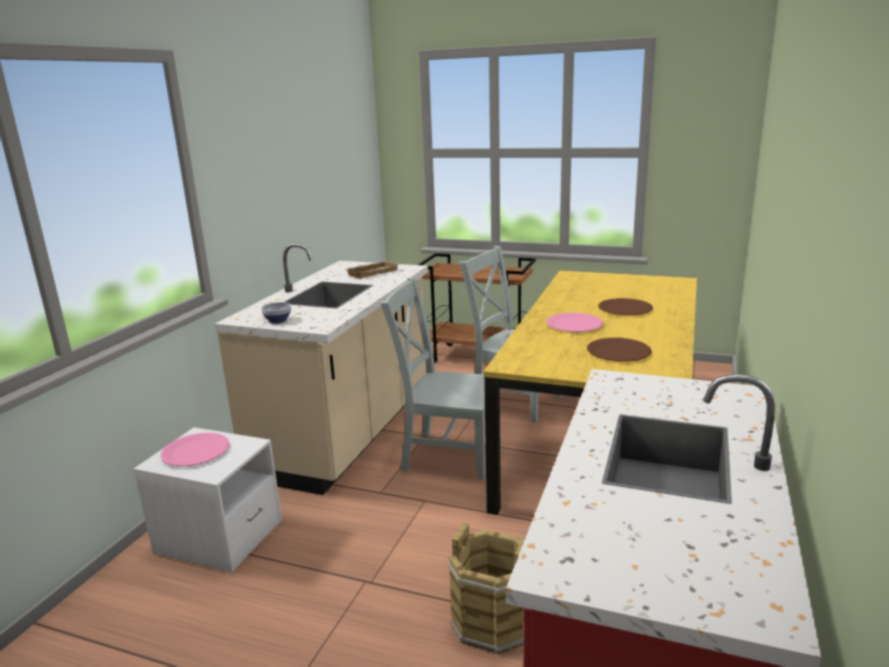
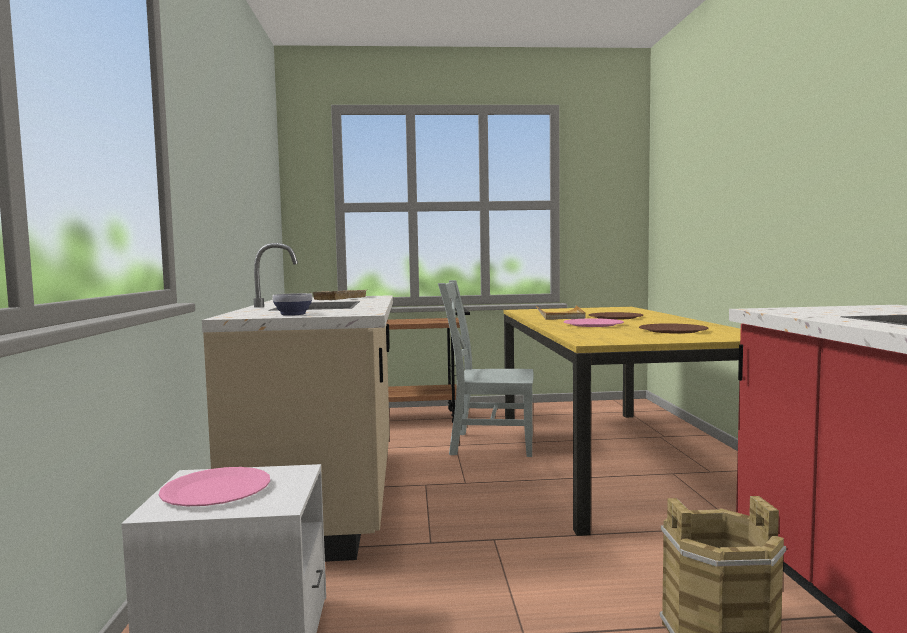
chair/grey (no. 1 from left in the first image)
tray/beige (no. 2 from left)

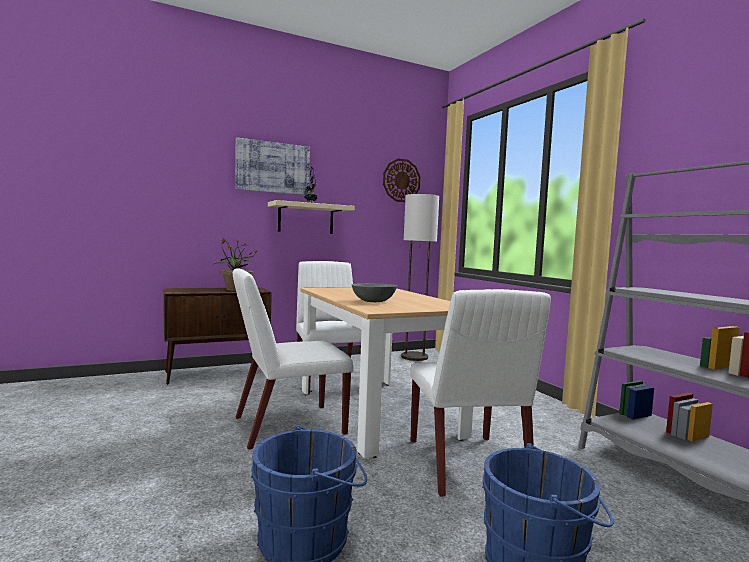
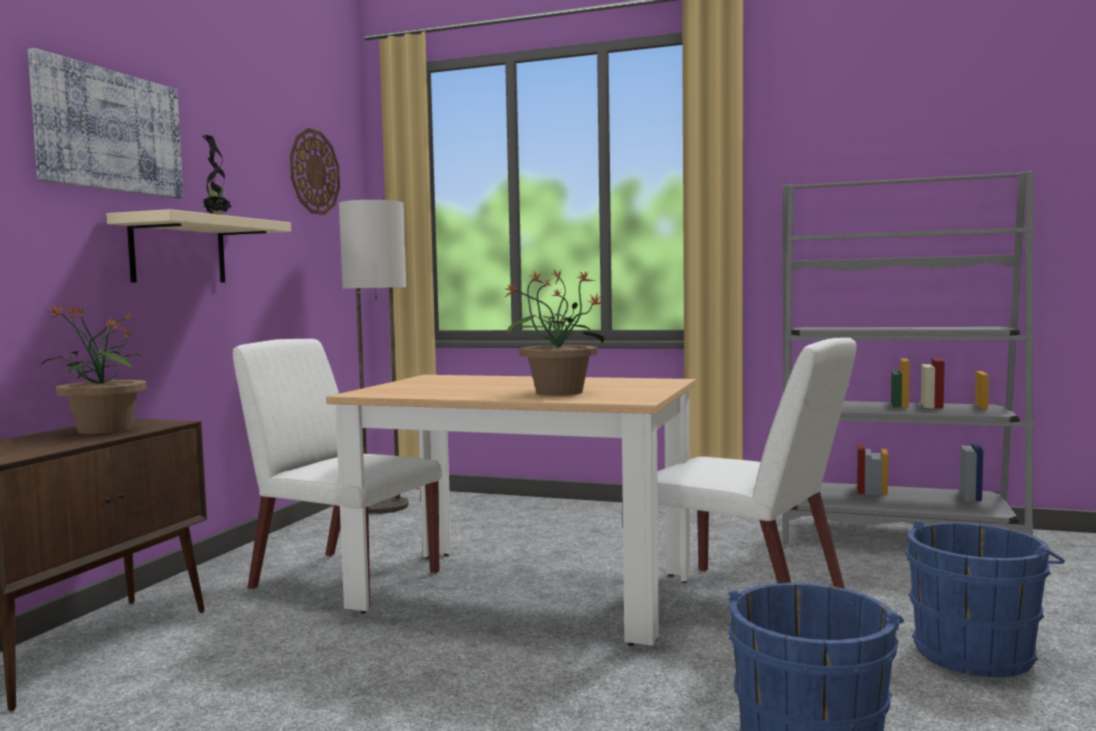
chair/white (no. 1 from left in the first image)
potted plant (no. 3 from left)

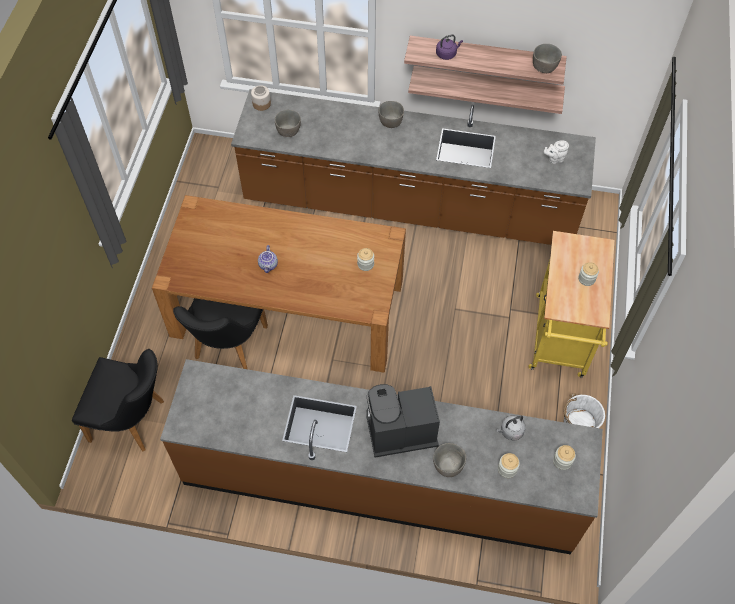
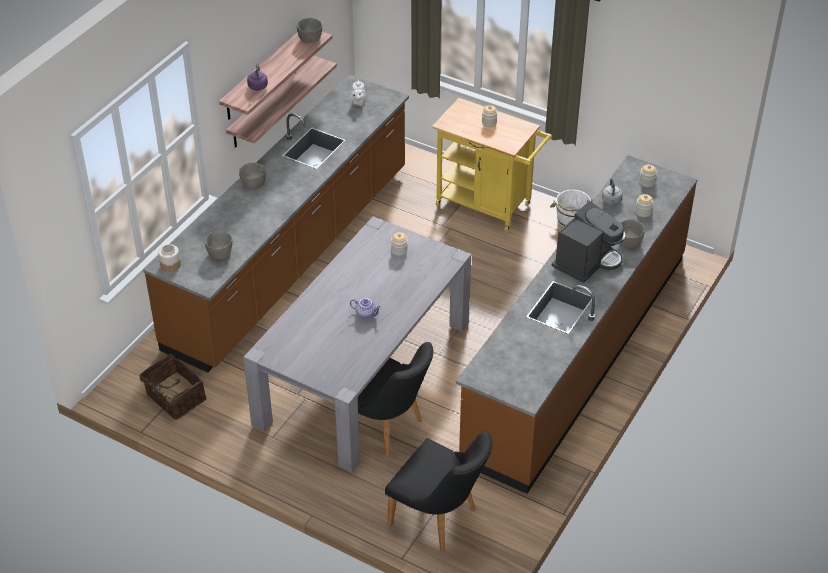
chair/black (no. 2 from left)
dining table/grey
coffee machine
basket

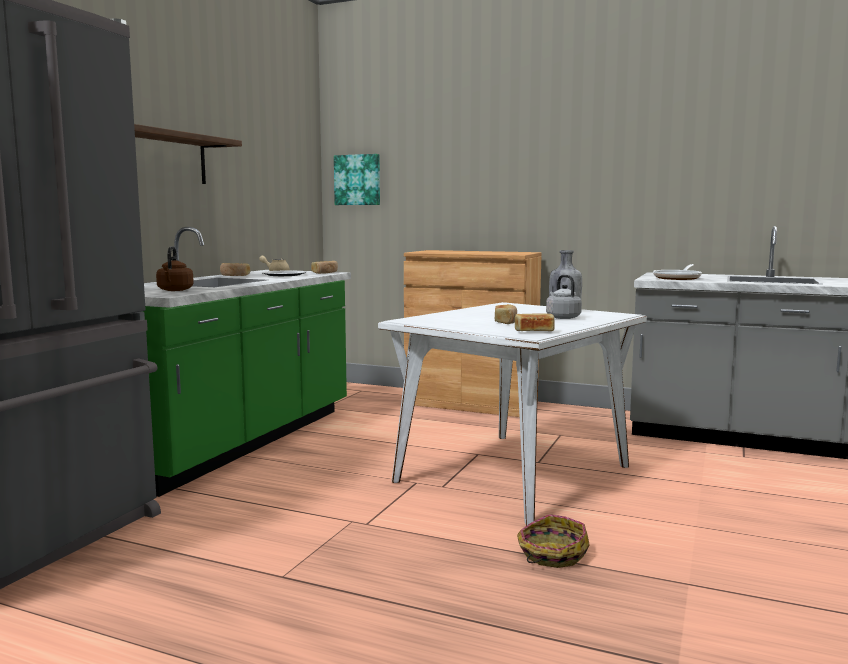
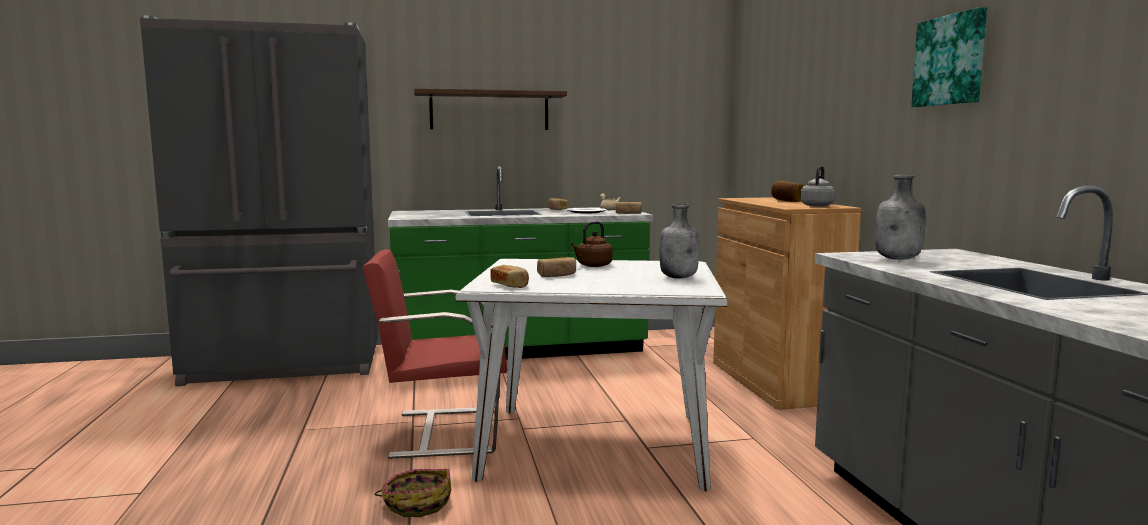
kettle/brown
picture
kettle/grey
bottle/grey (no. 2 from left)
chair/red
bread (no. 5 from left)

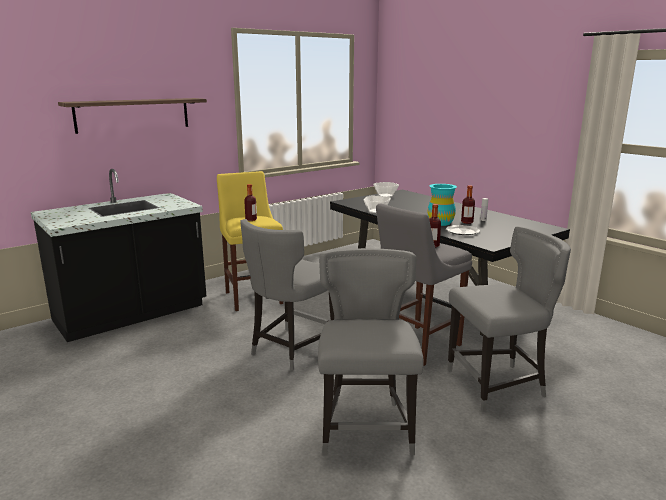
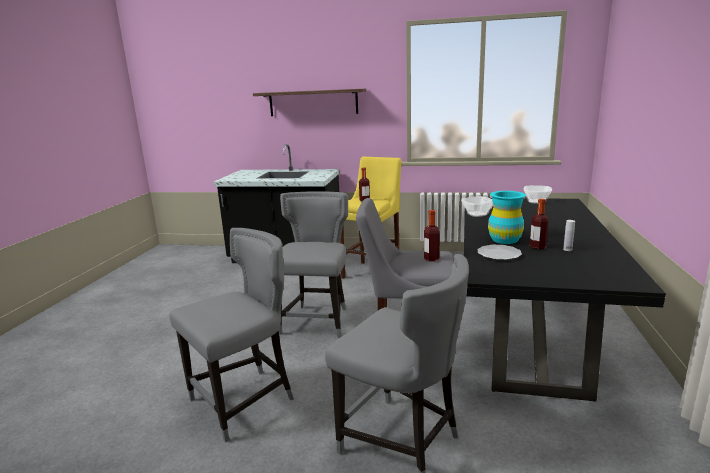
chair/grey (no. 2 from left)

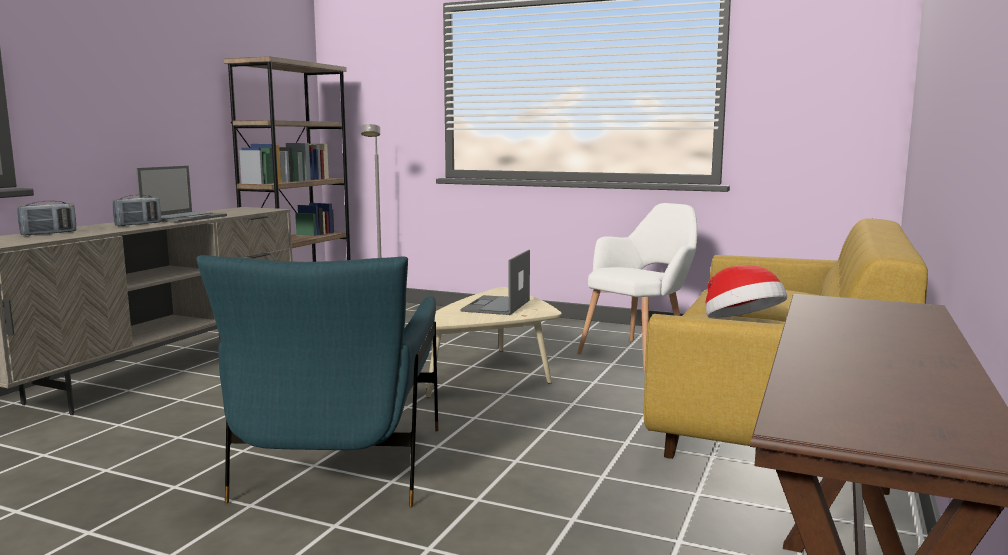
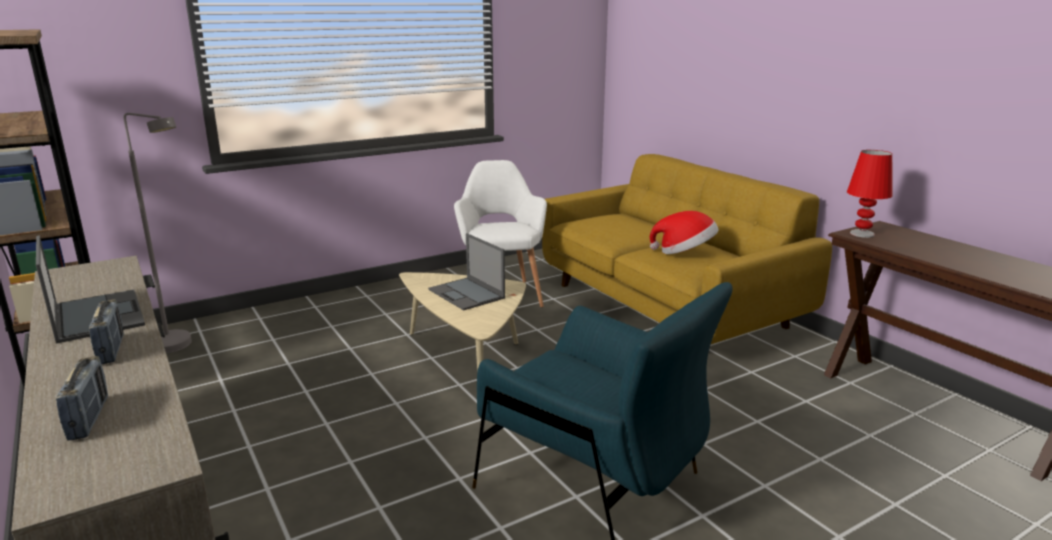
table lamp/red

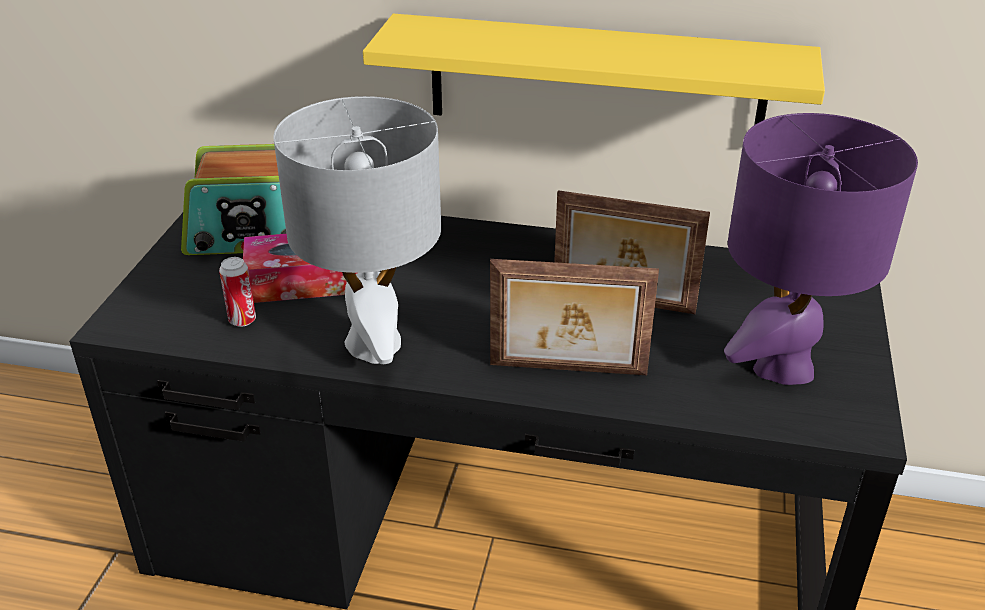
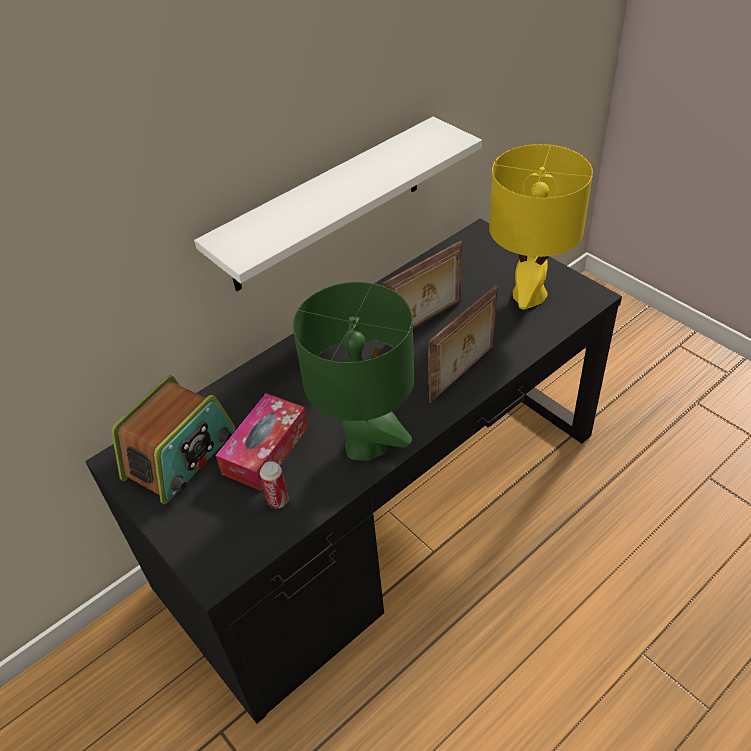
table lamp/green
shelf/white
table lamp/yellow

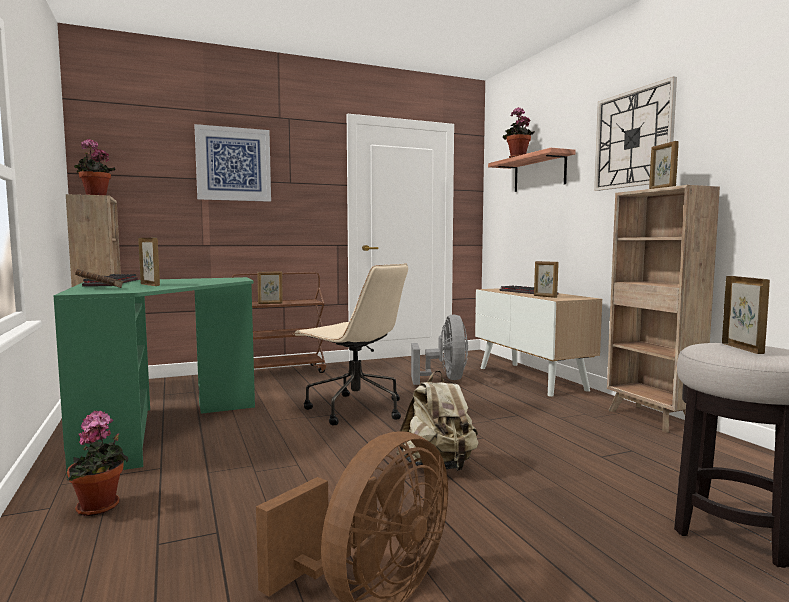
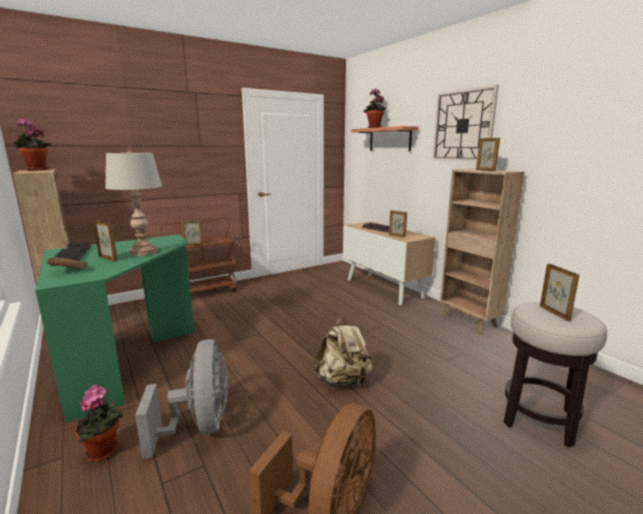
picture
office chair/beige
fan/grey
table lamp/grey

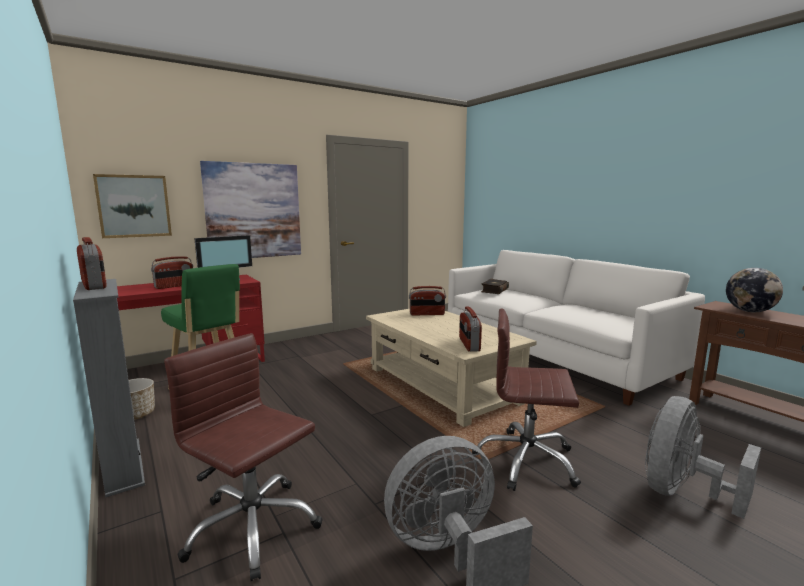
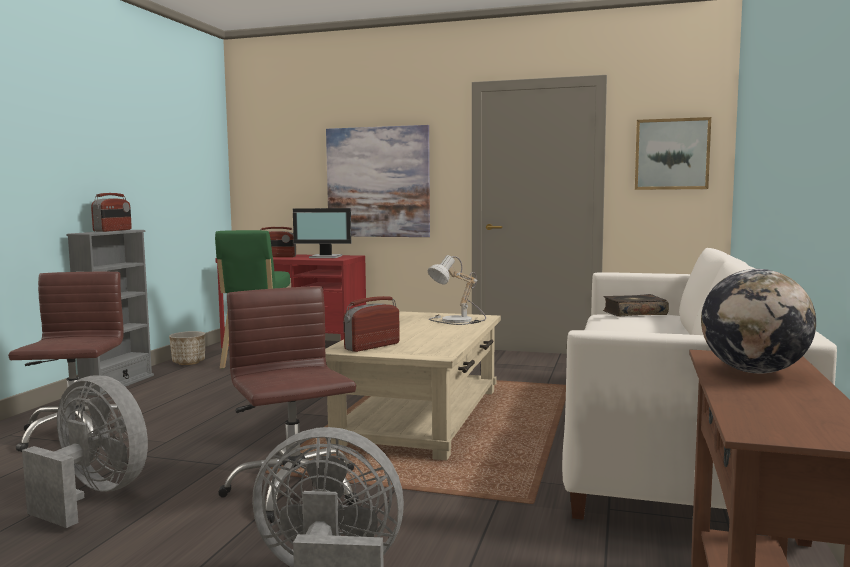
picture (no. 2 from left)
table lamp

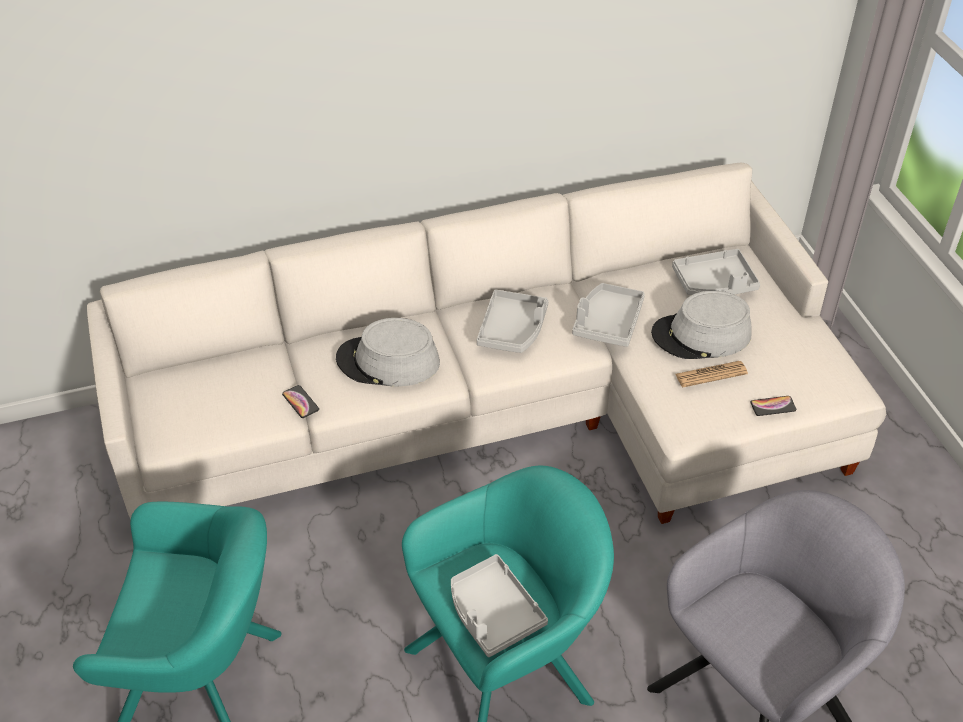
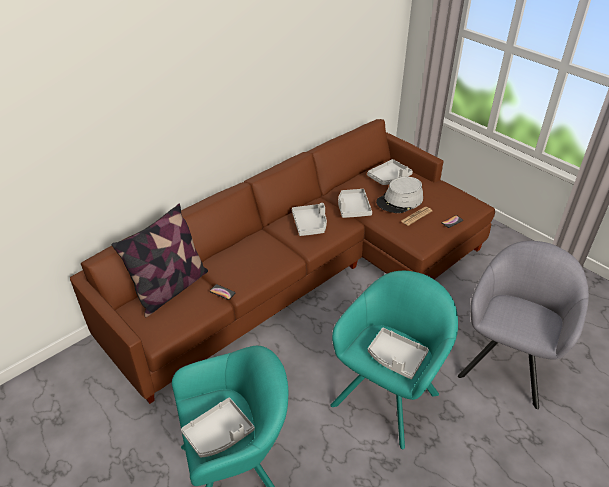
sofa/brown
hat/grey (no. 1 from left in the first image)
pillow
tray/grey (no. 1 from left)

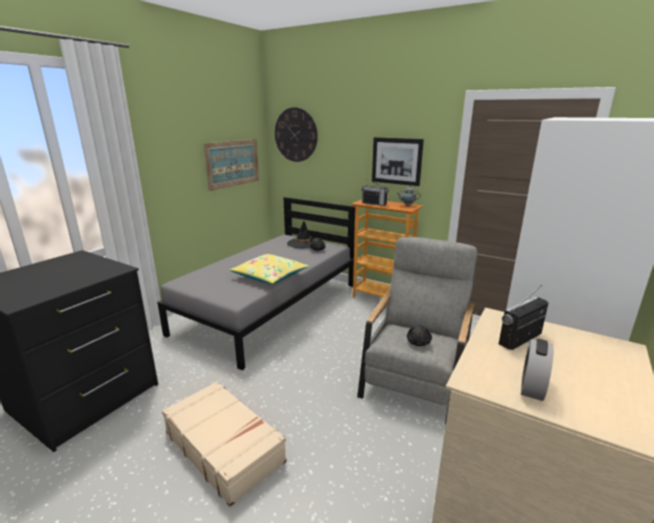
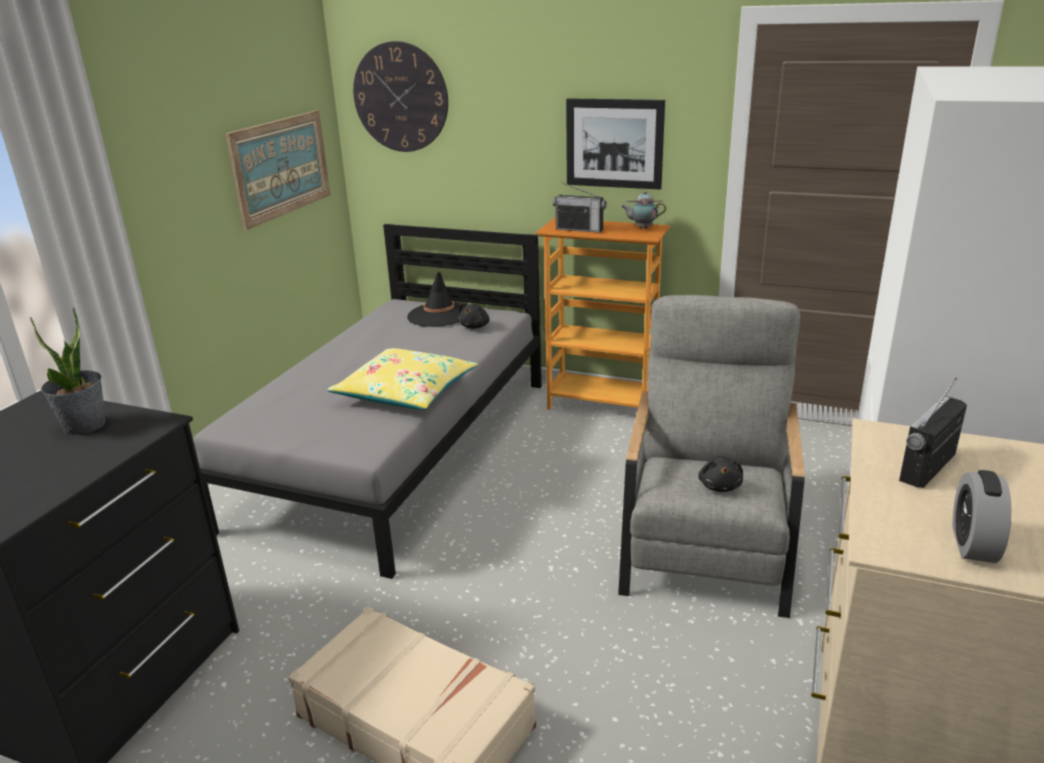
potted plant

